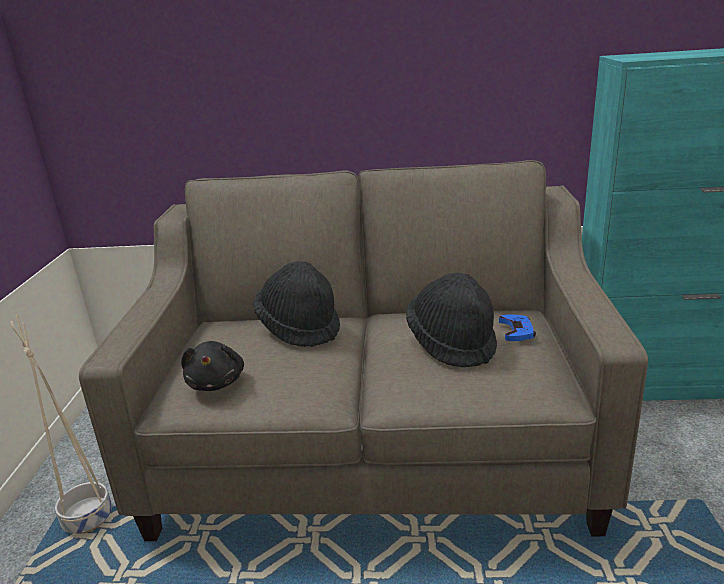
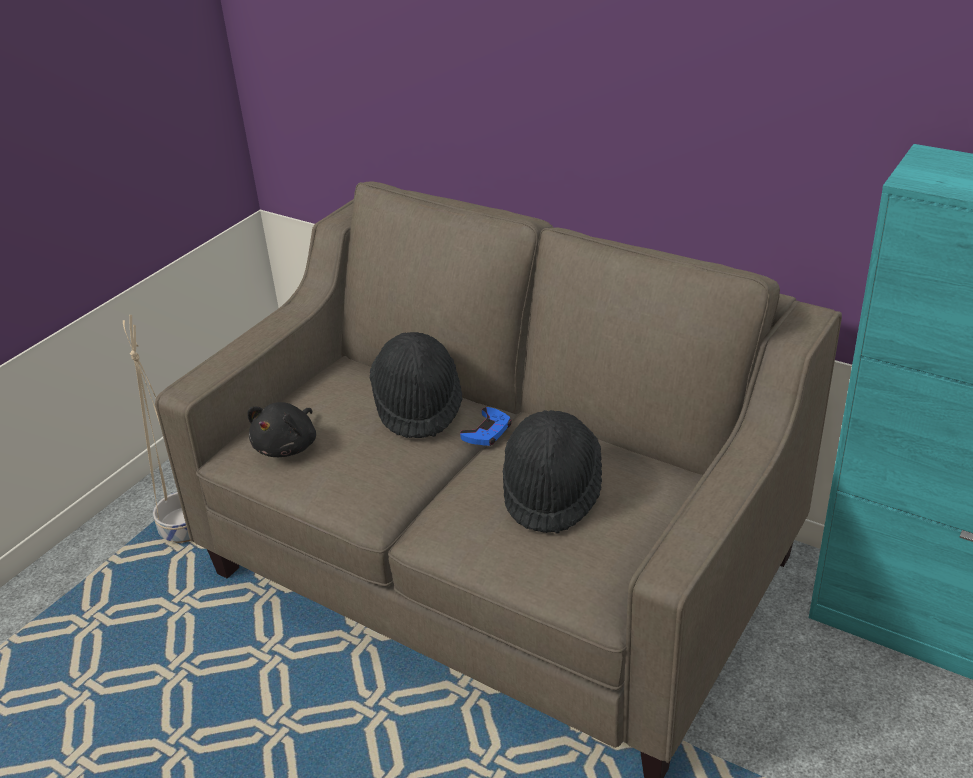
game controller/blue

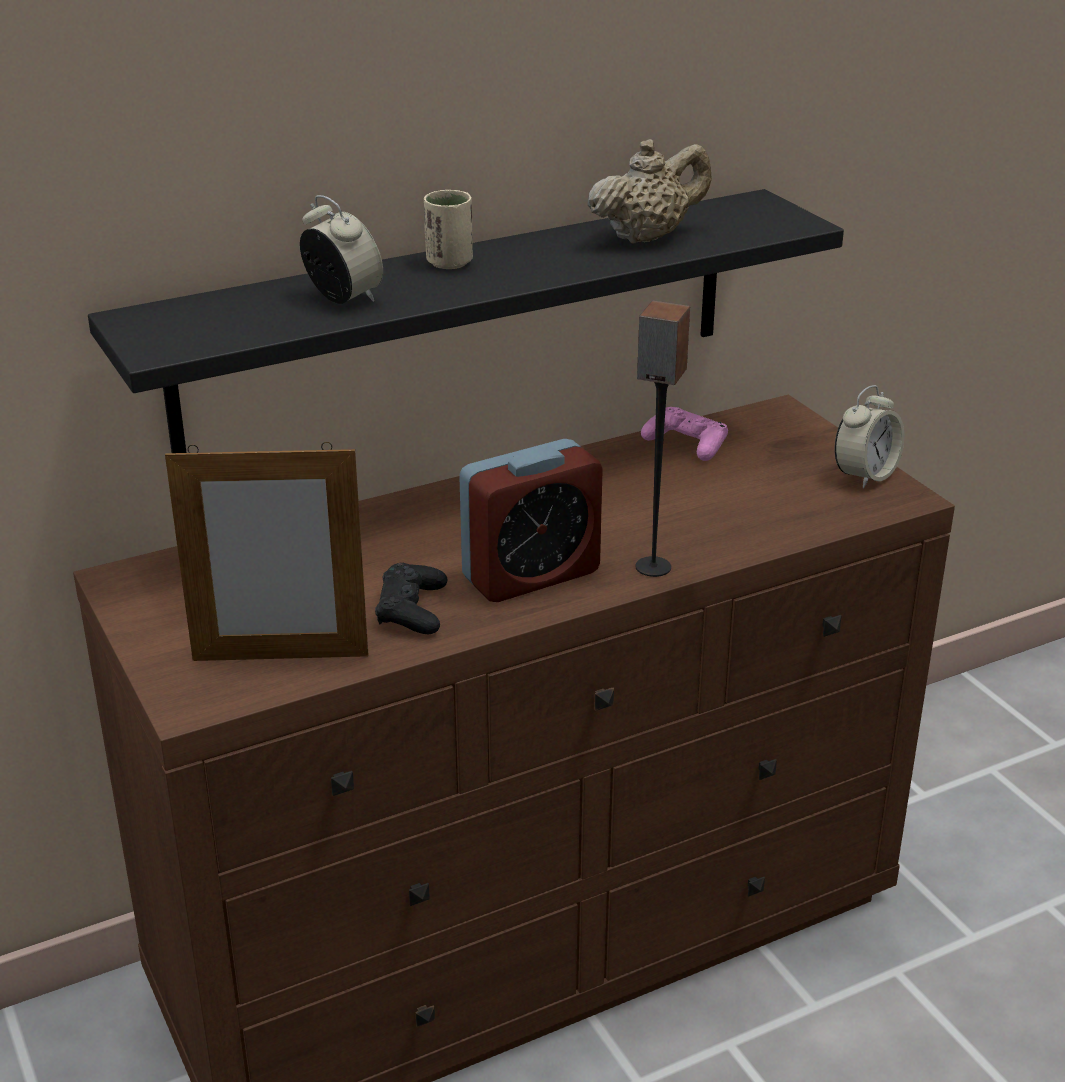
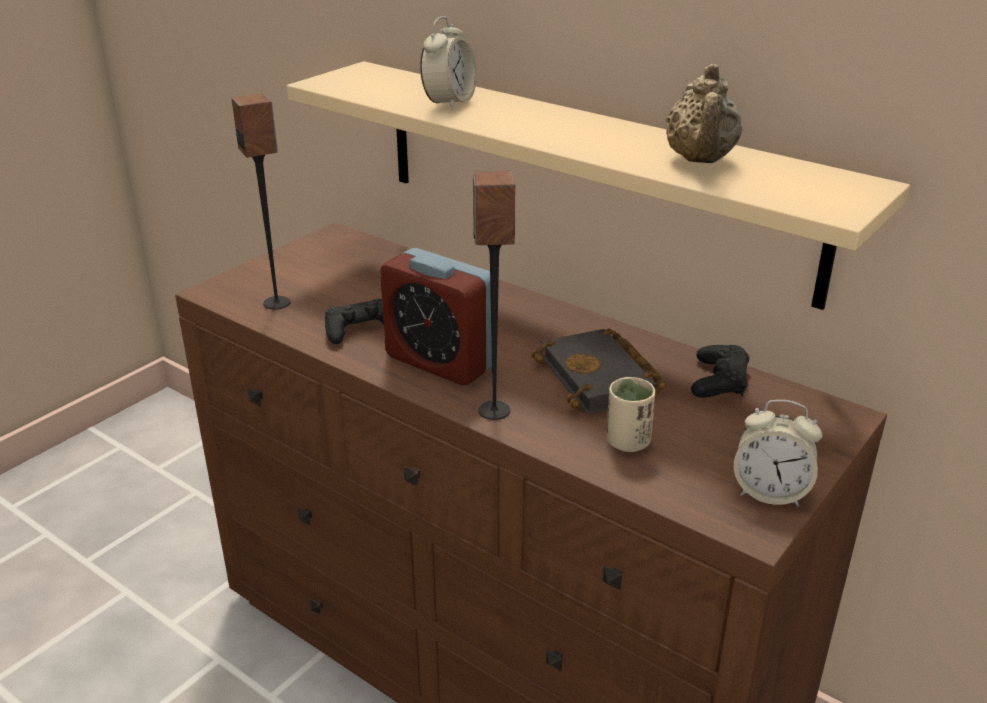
shelf/beige
speaker (no. 1 from left)
cup/beige
teapot/beige
game controller/black (no. 2 from left)
book/black

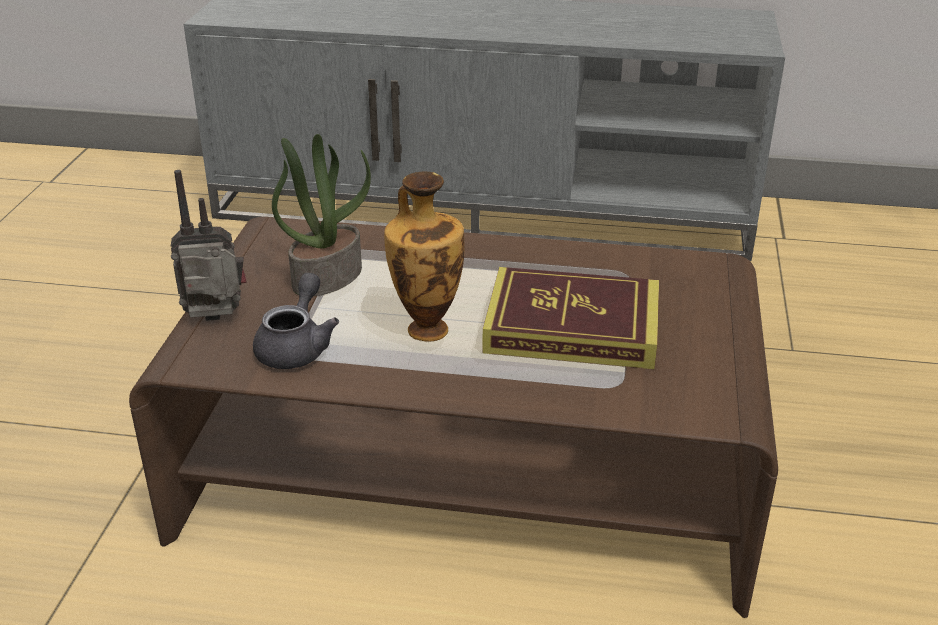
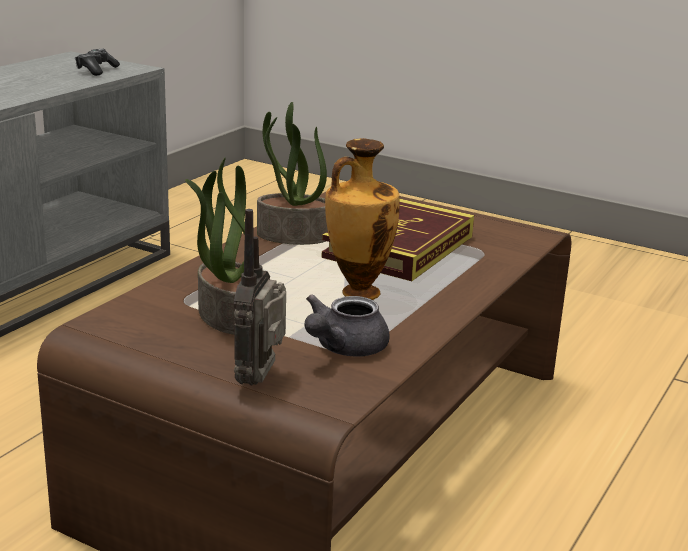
teapot/grey
game controller
potted plant (no. 2 from left)

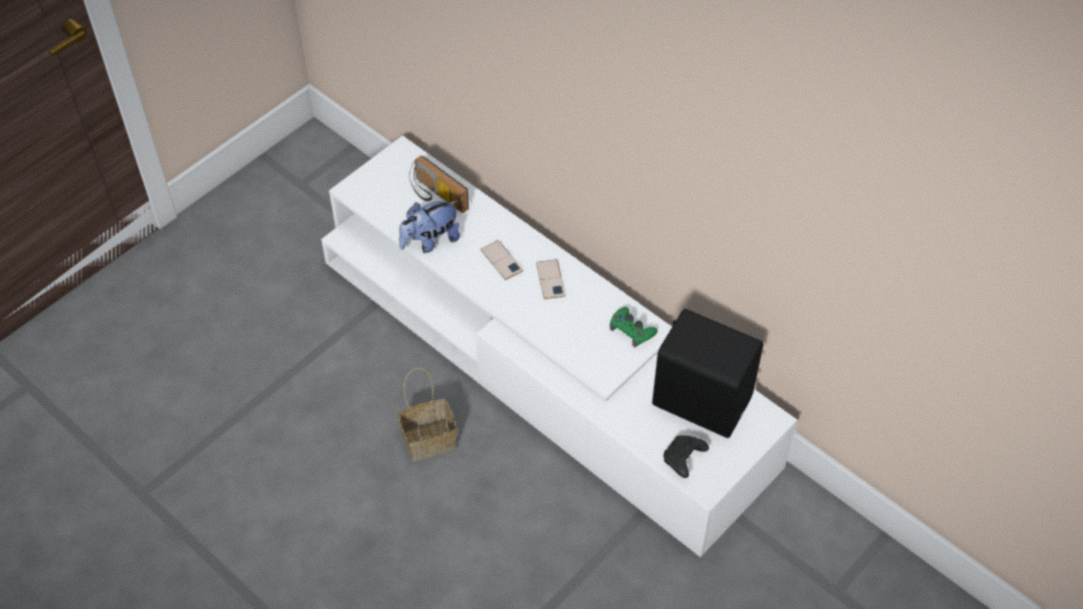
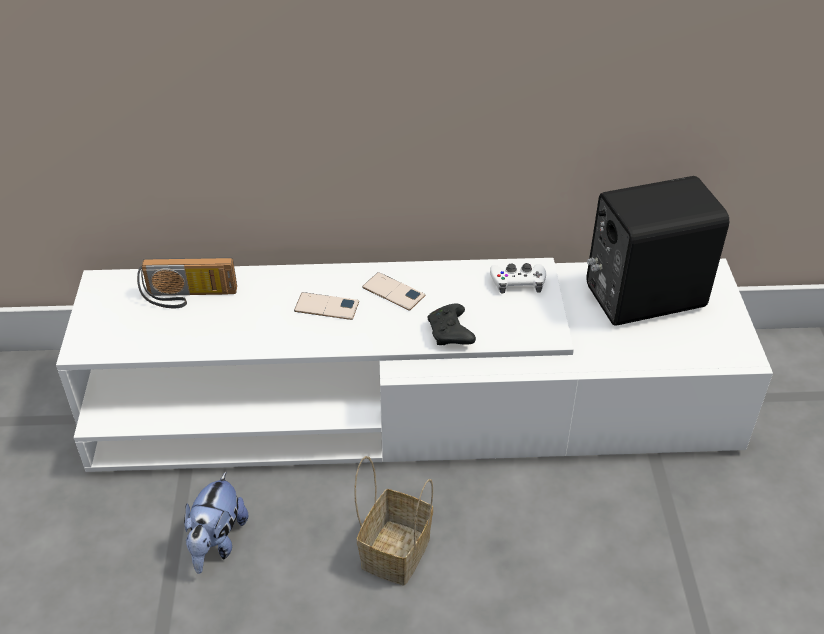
plush toy
game controller/white
game controller/black

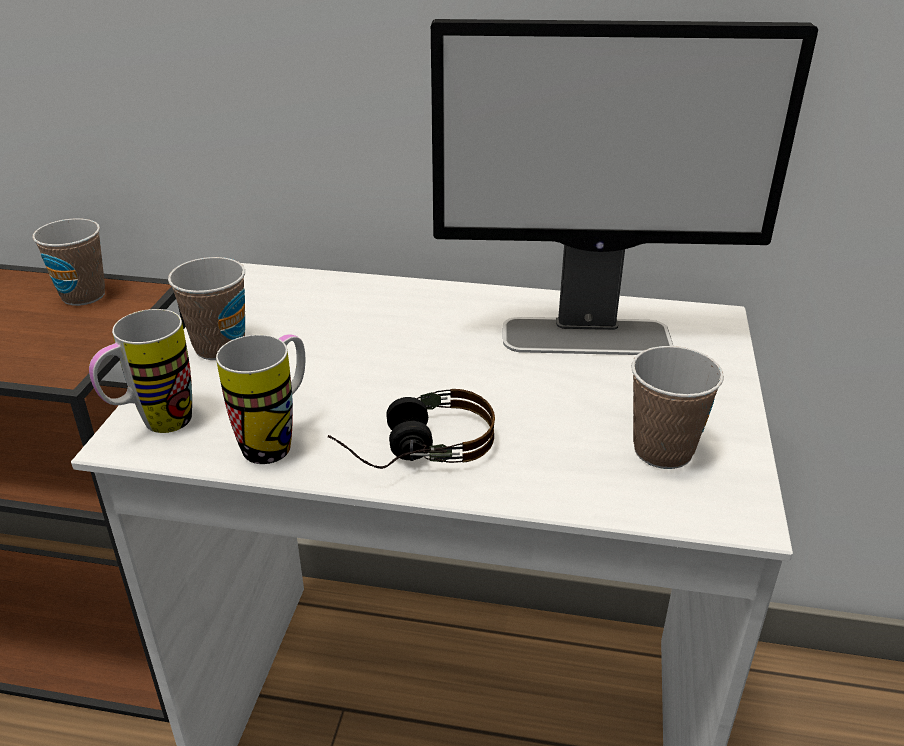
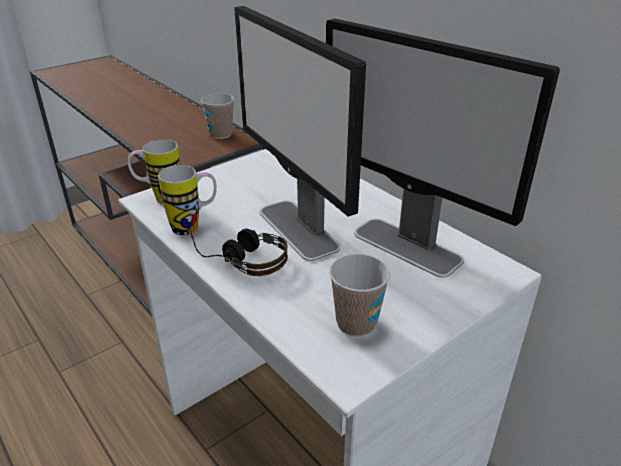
cup (no. 2 from left in the first image)
monitor (no. 1 from left)

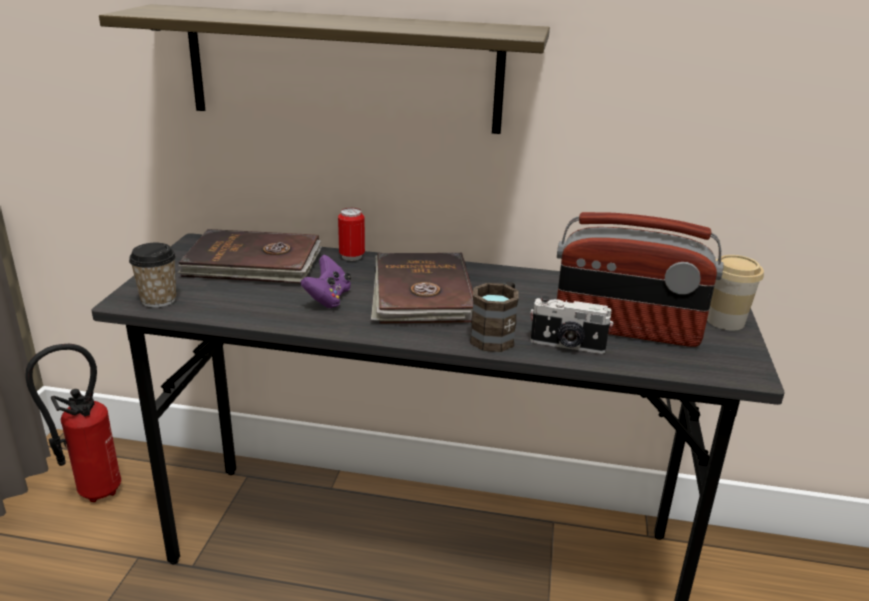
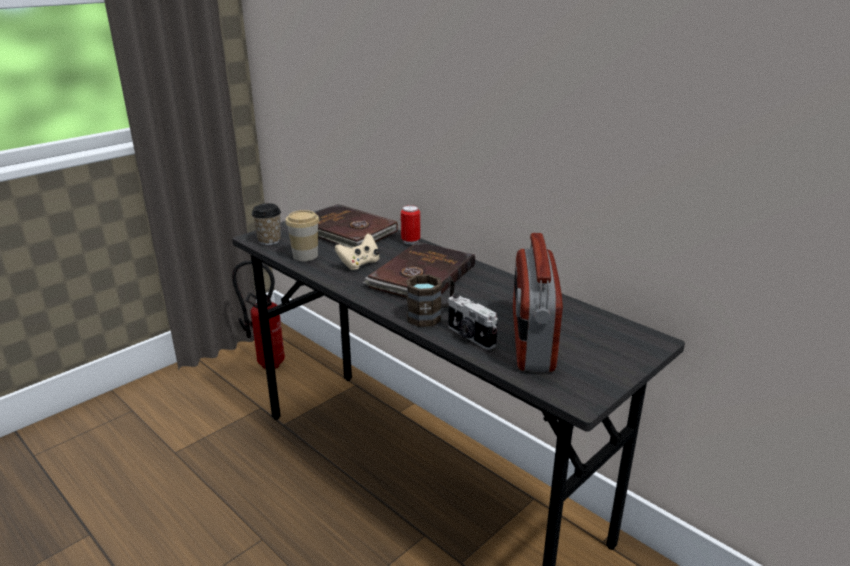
shelf
game controller/beige
radio
cup (no. 2 from left)

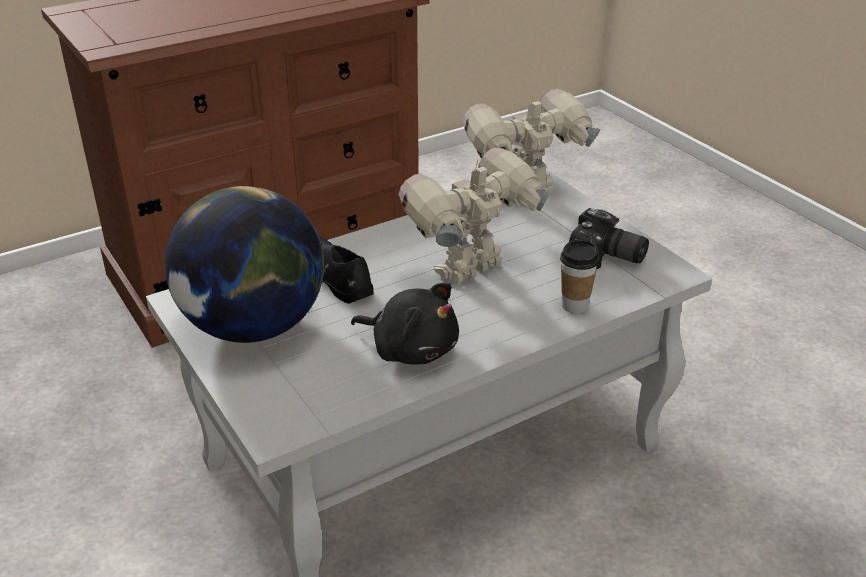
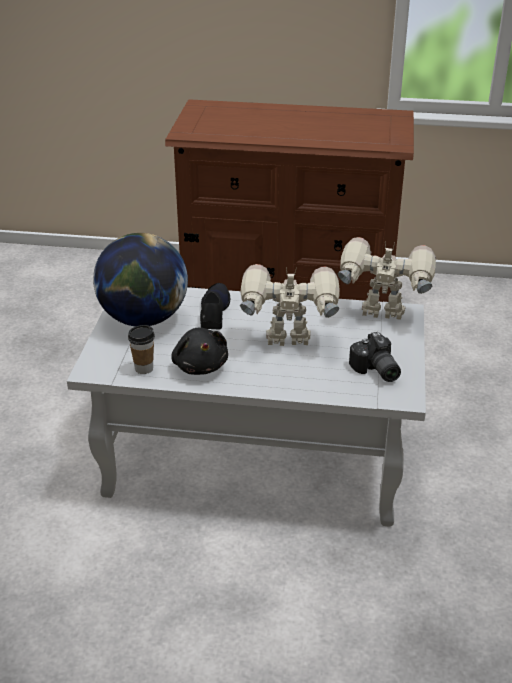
cup

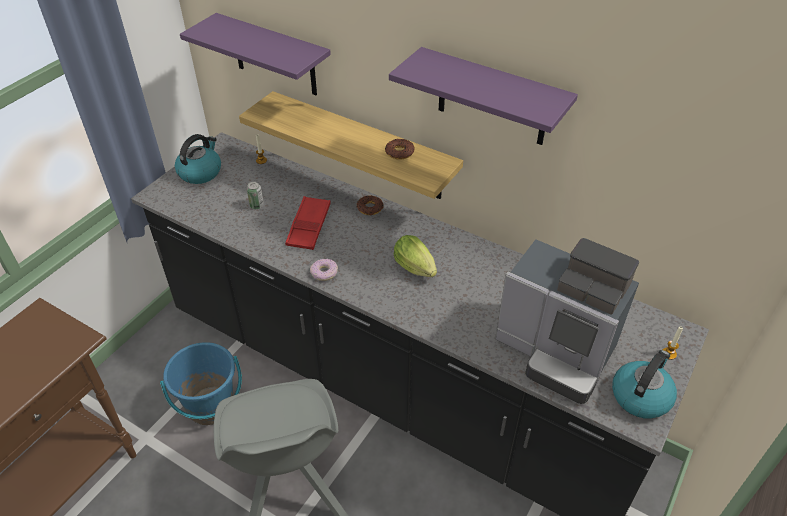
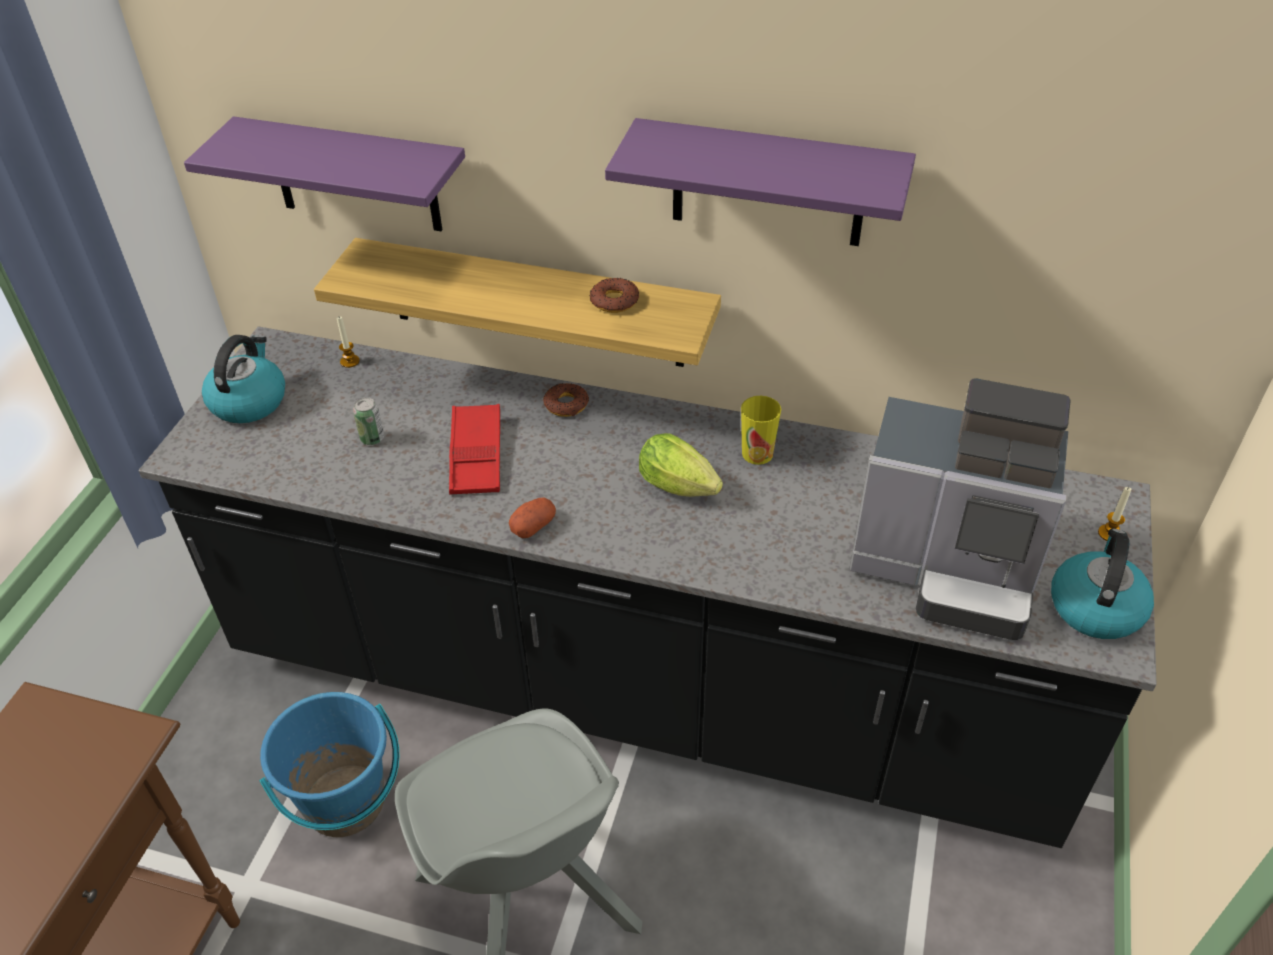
potato
cup

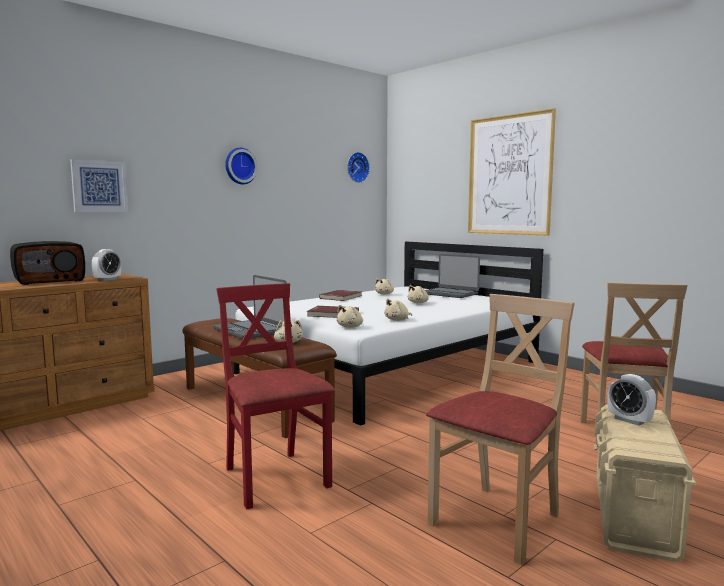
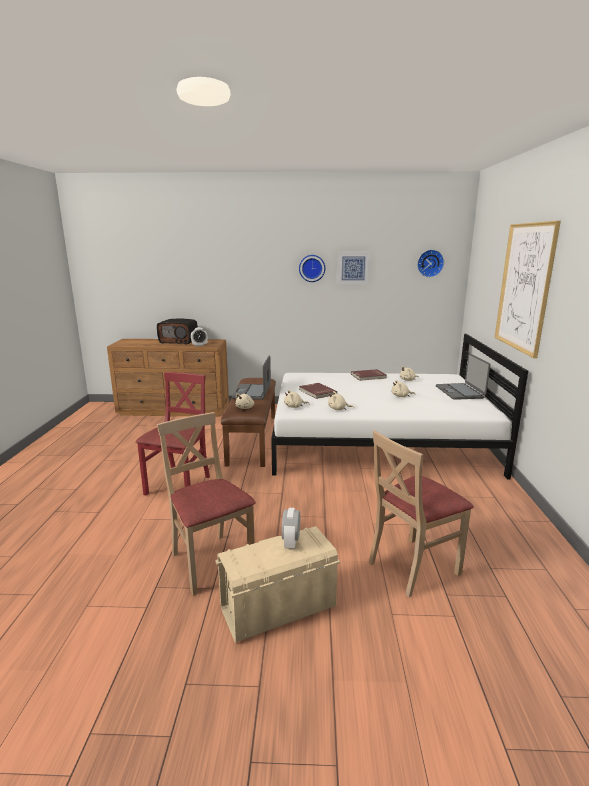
picture (no. 1 from left)
chair/beige (no. 1 from left)

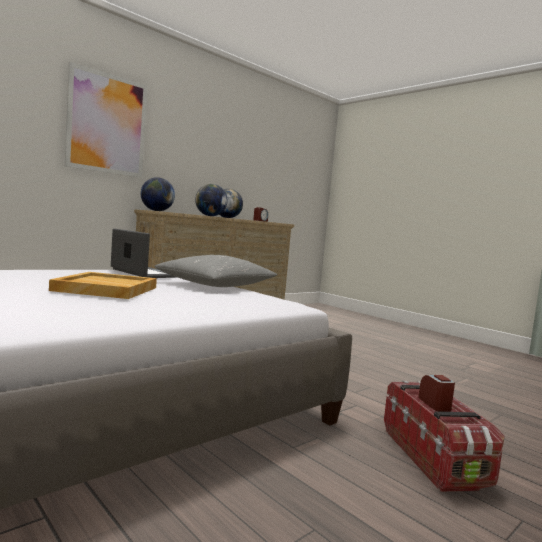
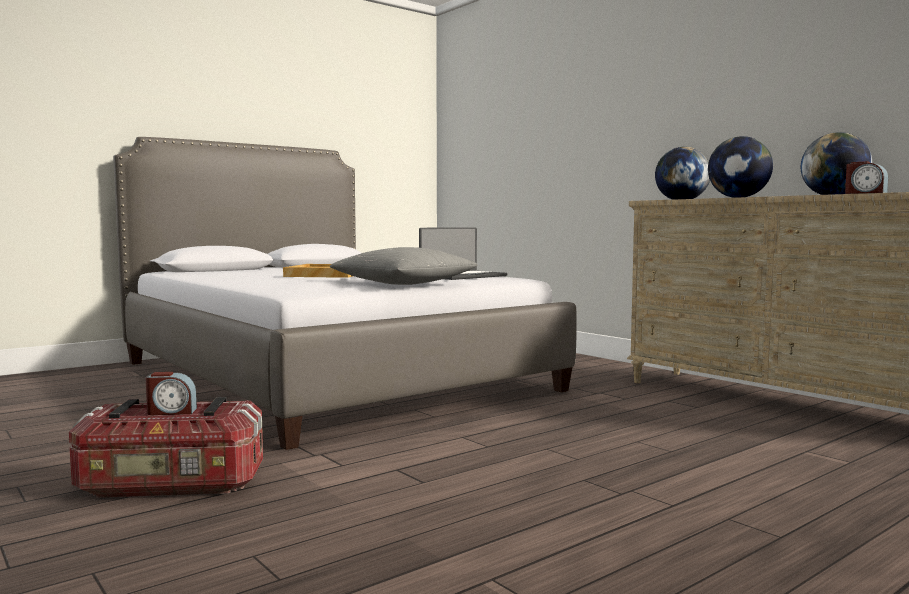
picture

